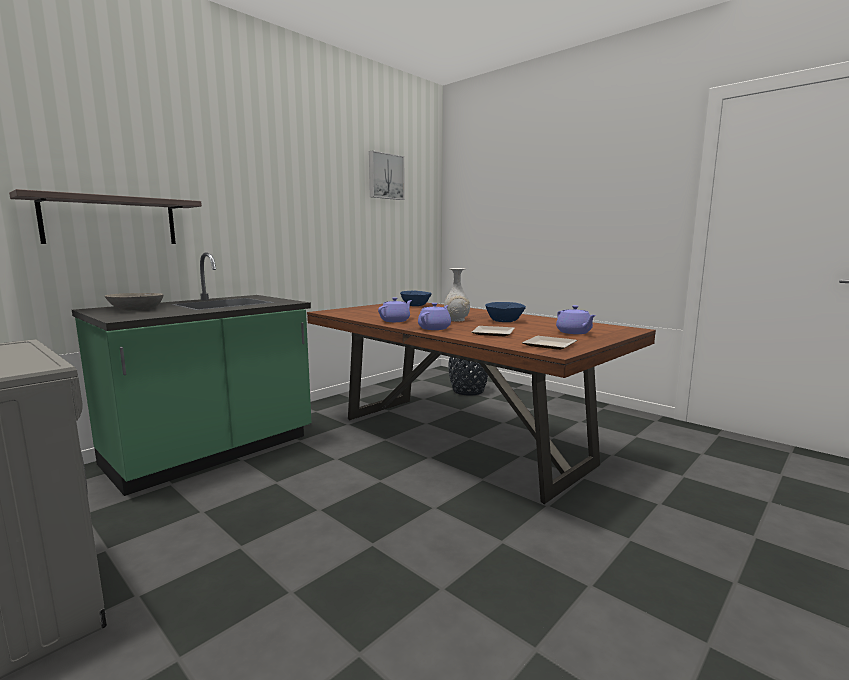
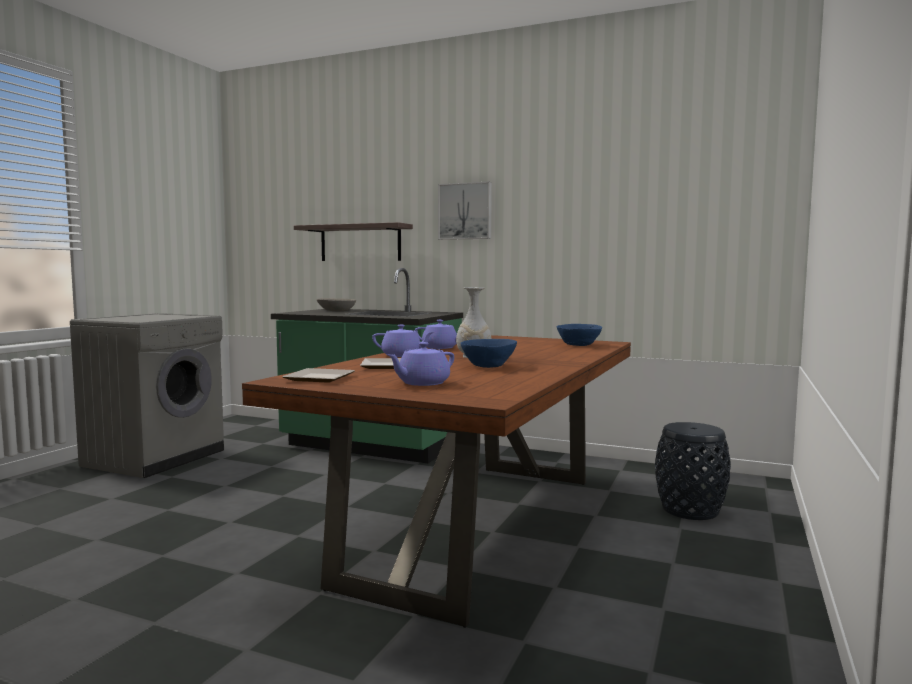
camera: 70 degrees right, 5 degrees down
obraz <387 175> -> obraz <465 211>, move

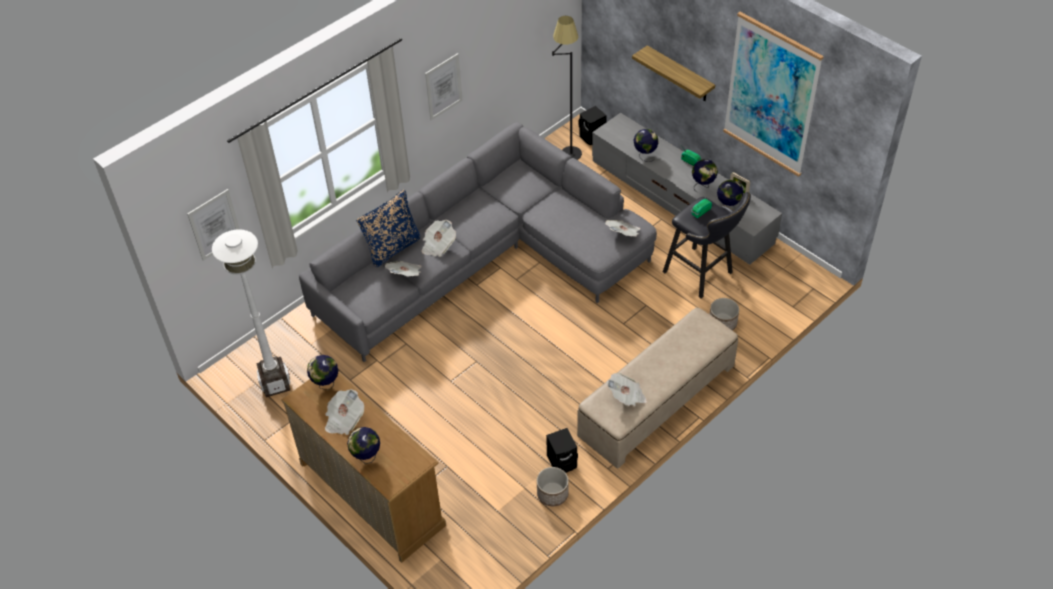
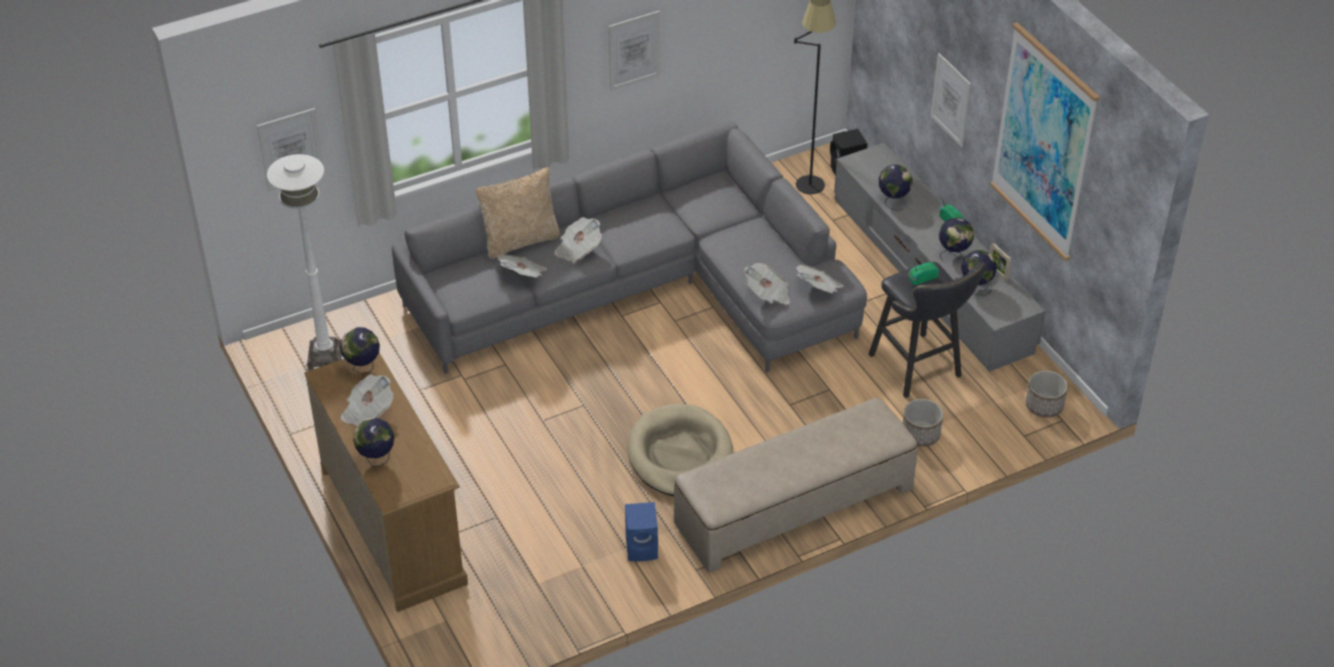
camera: 15 degrees right, 5 degrees down
poduszka (niebieski) <388 228> -> poduszka (beżowy) <517 213>
donica <553 486> -> donica <1046 394>, move
głośnik (czarny) <562 450> -> głośnik (niebieski) <641 531>
gazeta <626 389> -> gazeta <767 284>, move
półka <673 73> -> obraz <951 100>
none -> legowisko (beżowy) <680 449>

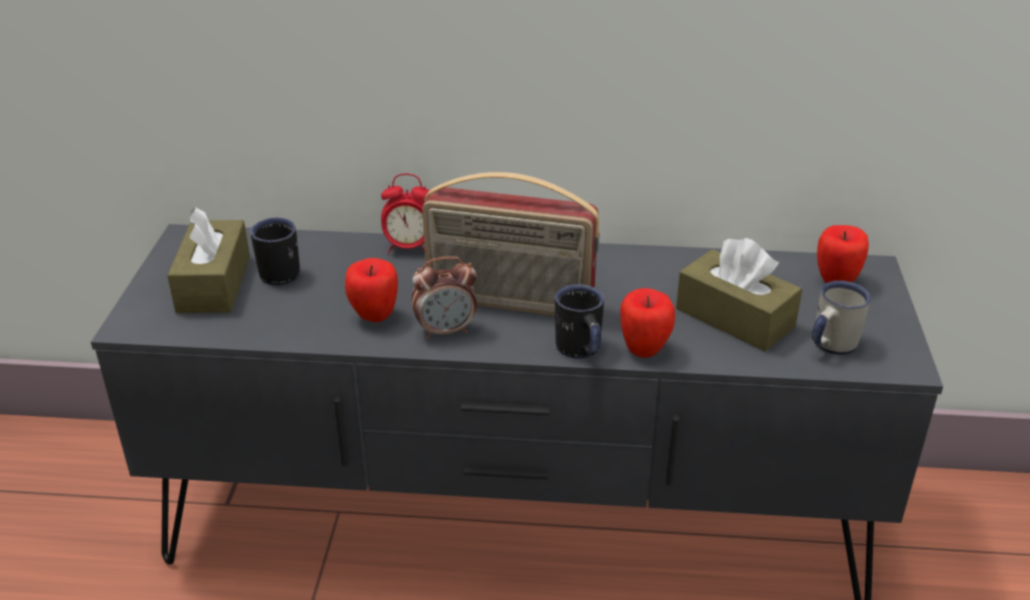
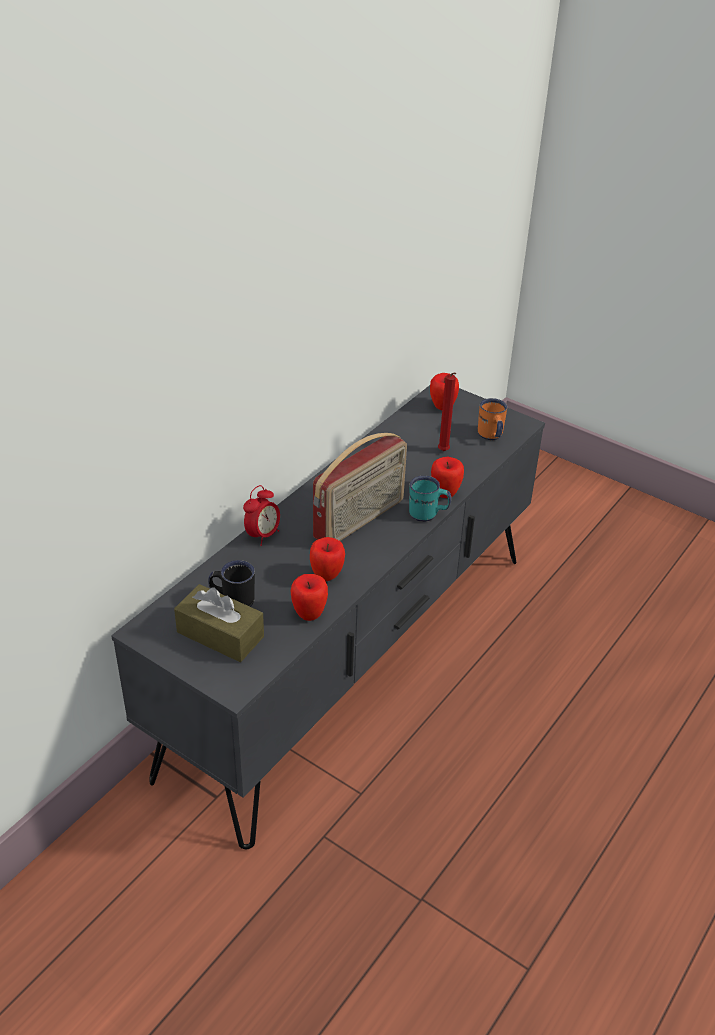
camera: 60 degrees left, 5 degrees up
budzik <444 297> -> none
kubek (czarny) <579 321> -> kubek (turkusowy) <430 499>
pudełko chusteczek (brązowy) <739 295> -> świeca (czerwony) <447 412>
kubek (biały) <841 318> -> kubek (pomarańczowy) <492 419>
none -> jabłko <309 597>

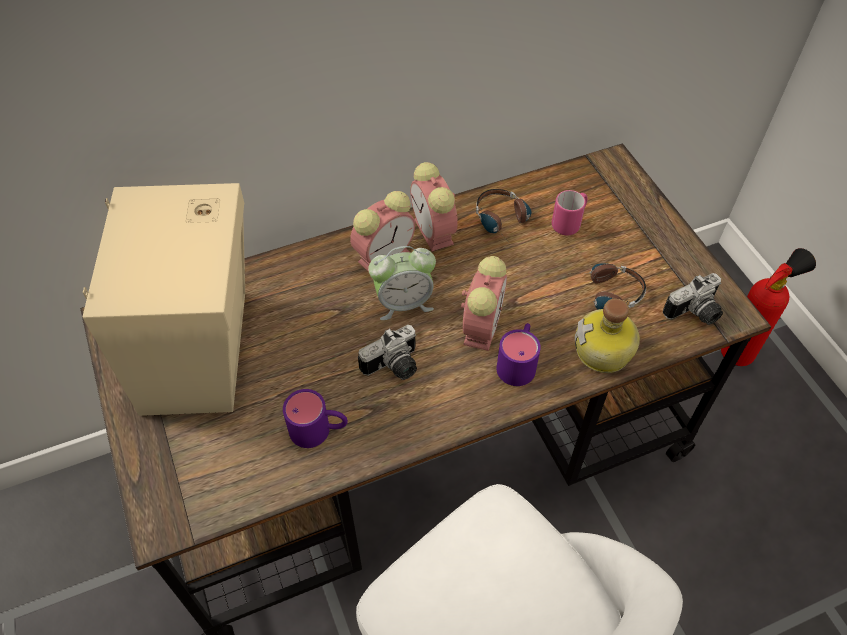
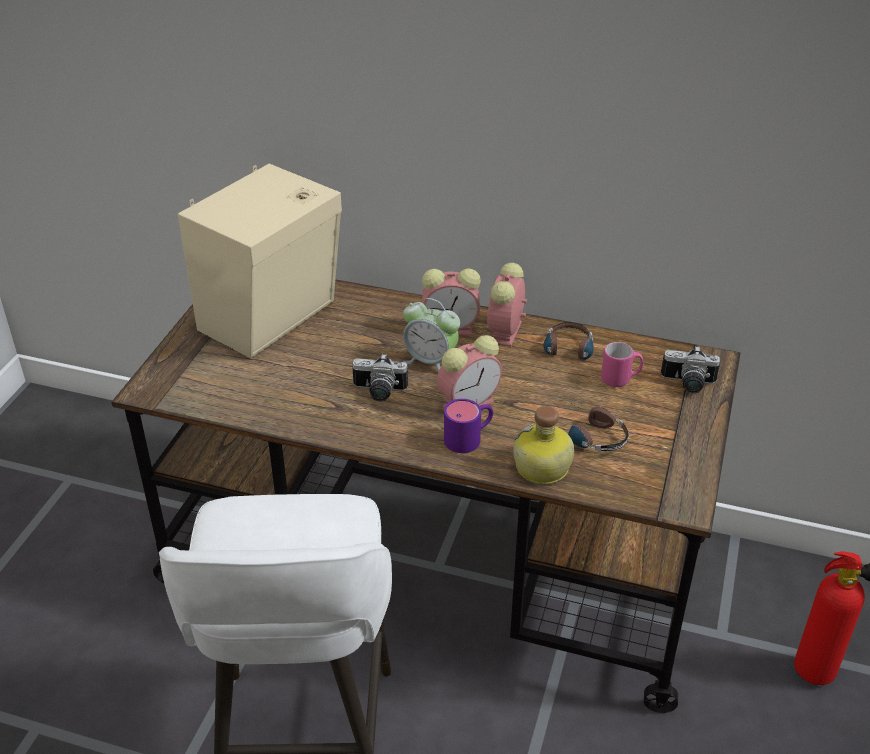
camera: 40 degrees right, 15 degrees down
kubek (fioletowy) <315 418> -> none
aparat fotograficzny <693 299> -> aparat fotograficzny <690 369>, move

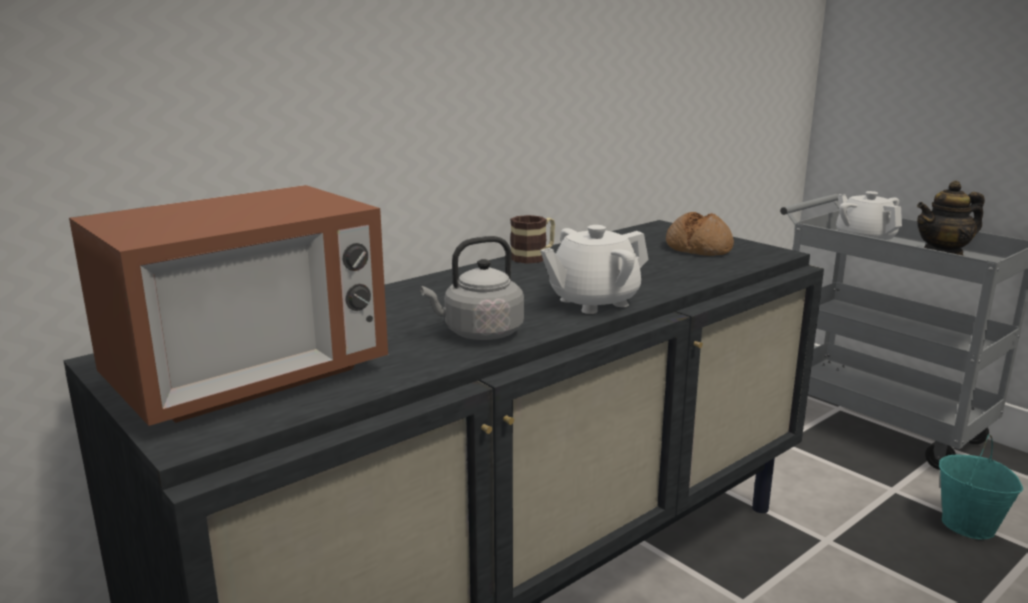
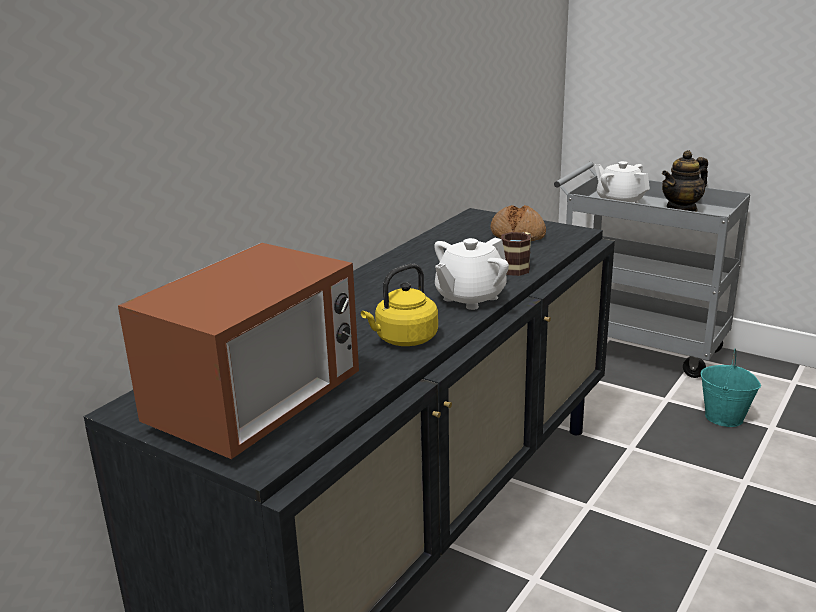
camera: 15 degrees left, 5 degrees up
czajnik (szary) <472 288> -> czajnik (żółty) <399 305>
kubek <532 239> -> kubek <515 254>, move

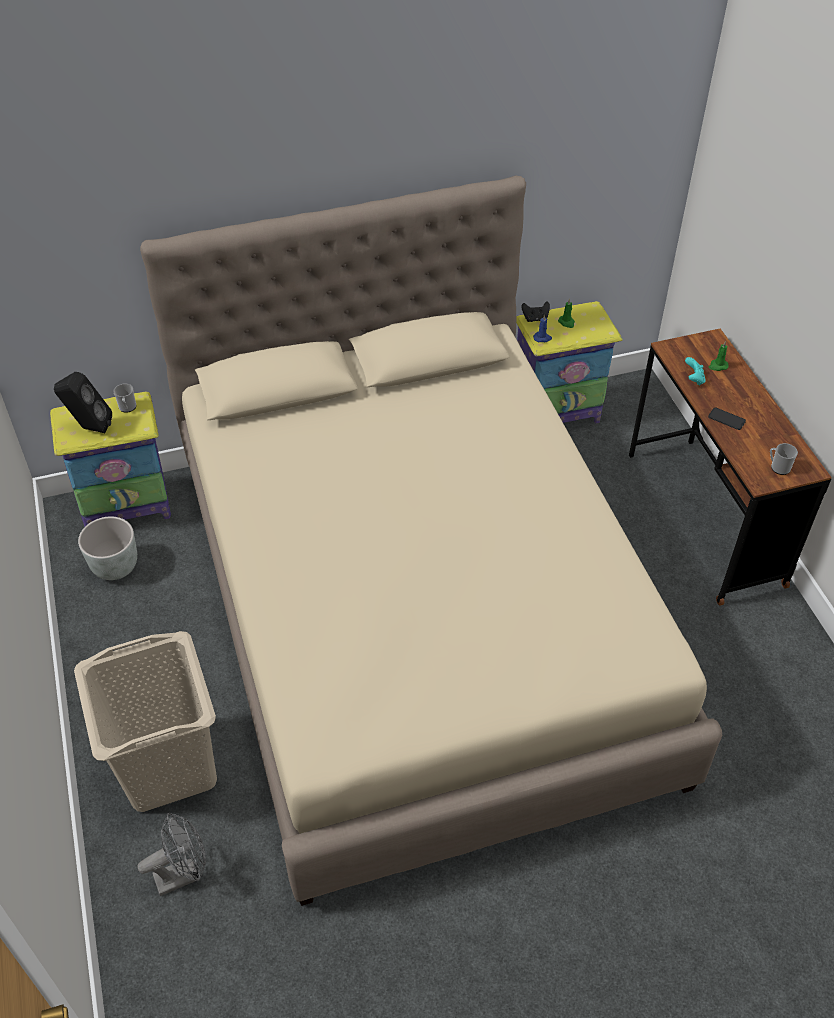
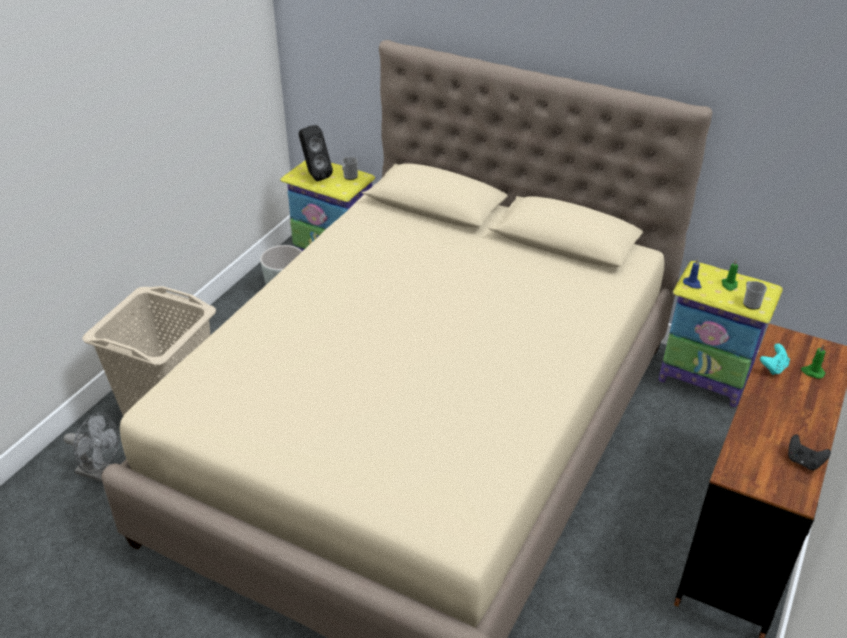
camera: 45 degrees right, 10 degrees down
pad do gier (czarny) <535 311> -> pad do gier (czarny) <809 453>, move
telefon <727 418> -> none
kubek <784 459> -> kubek <755 295>, move

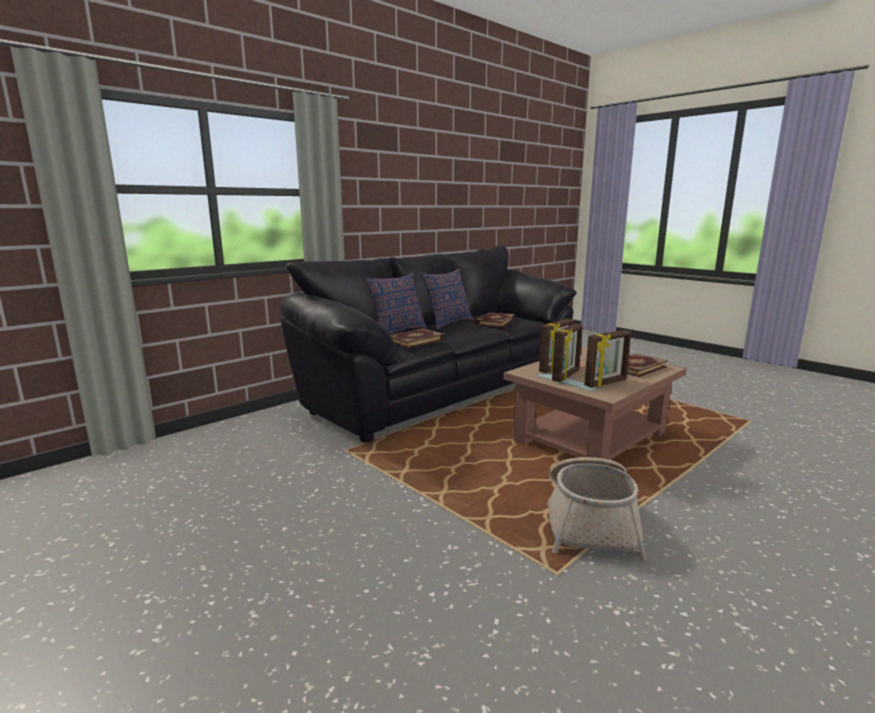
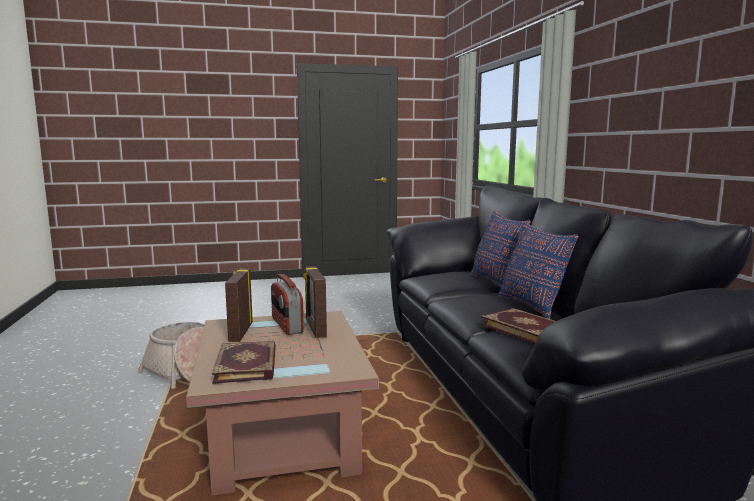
camera: 120 degrees right, 5 degrees down
książka <417 338> -> none
ramka na zdjęcie <567 353> -> radio <287 304>

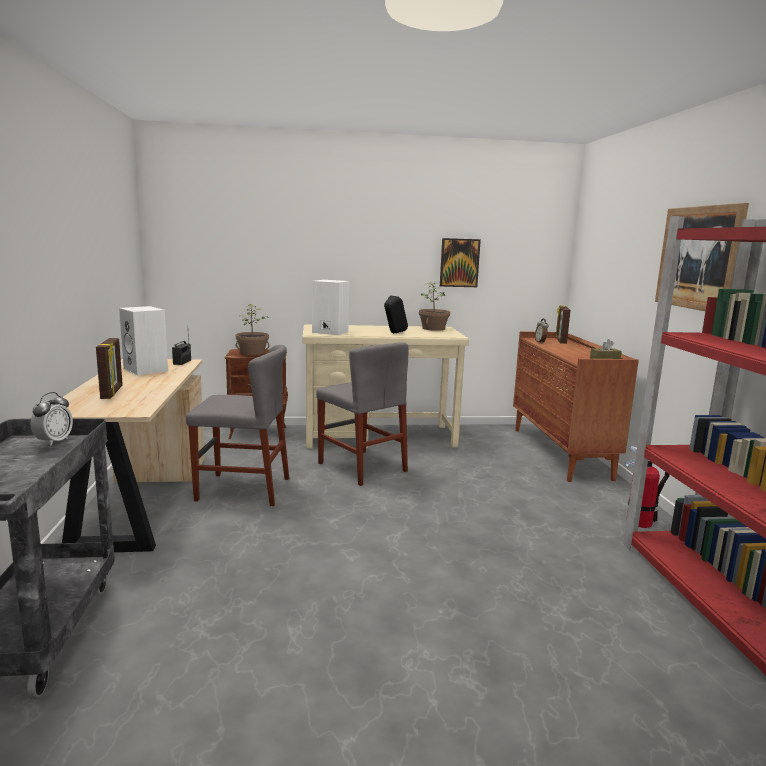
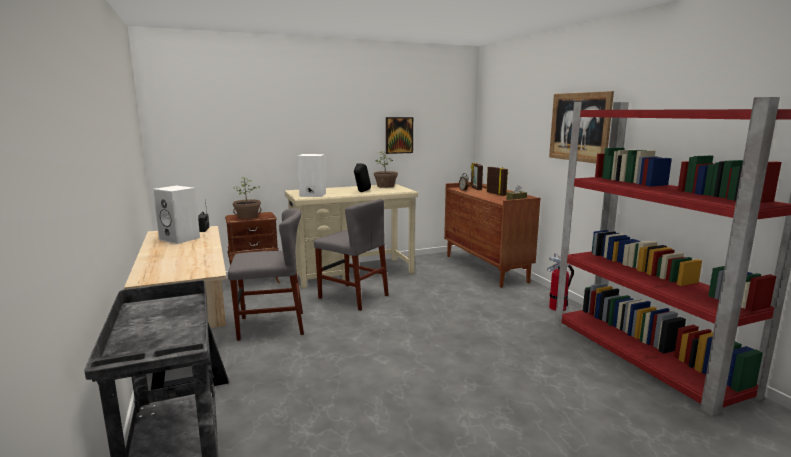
camera: 15 degrees left, 0 degrees up
budzik <51 419> -> none
ramka na zdjęcie <109 368> -> ramka na zdjęcie <497 181>, move

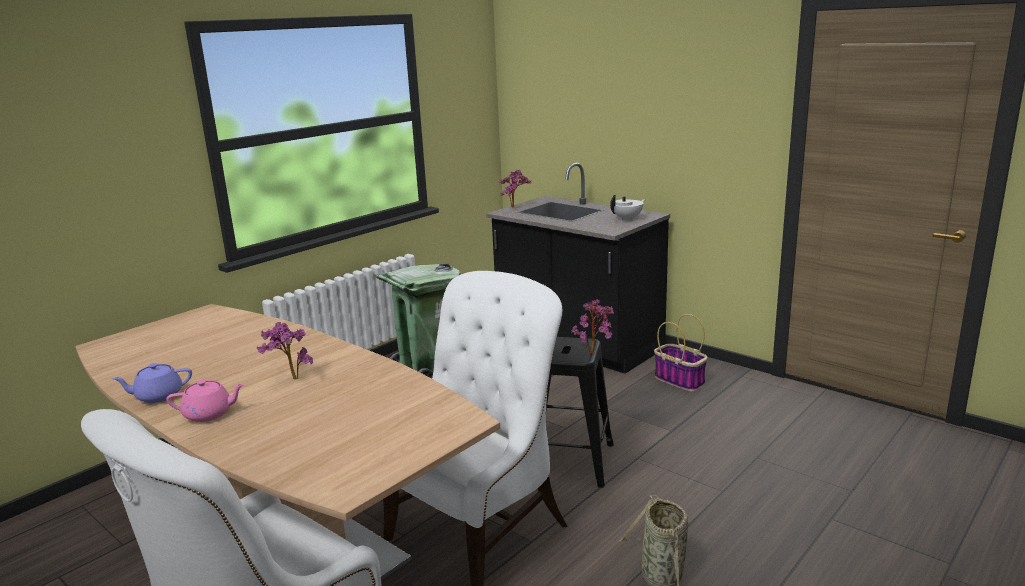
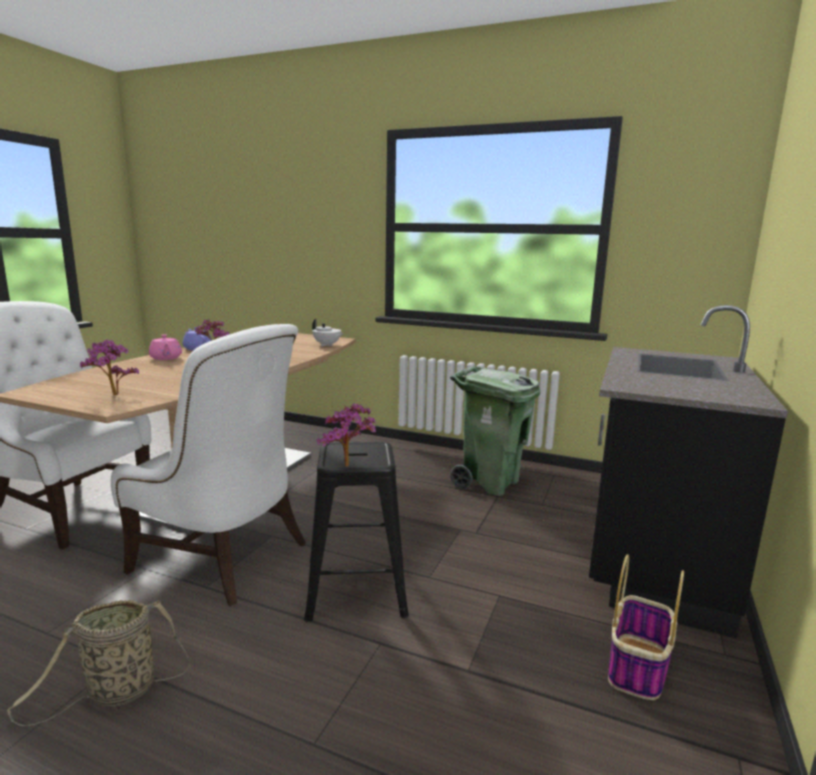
camera: 70 degrees right, 5 degrees down
roślina doniczkowa <515 189> -> roślina doniczkowa <109 367>, move
imbryk (biały) <628 208> -> imbryk (biały) <327 332>, move

